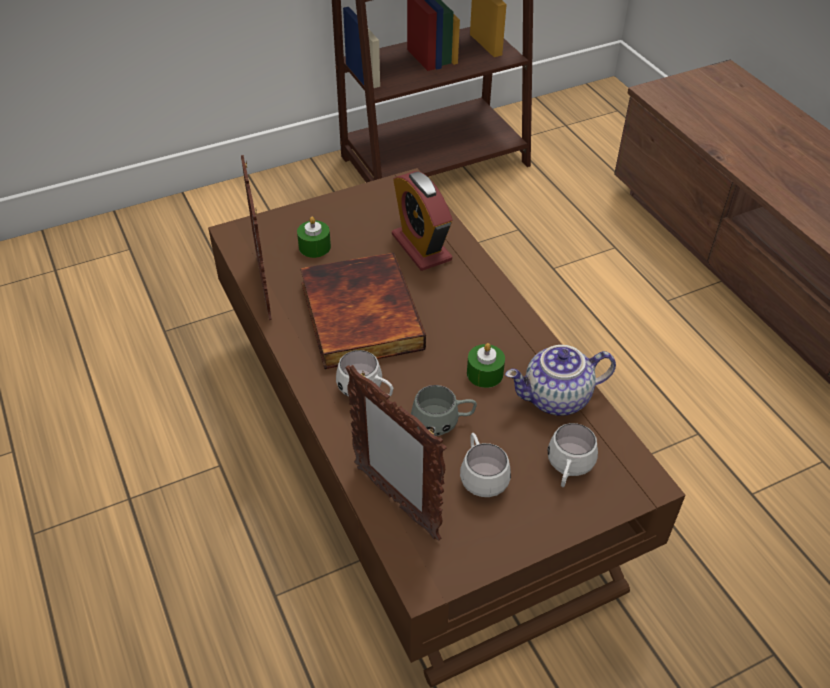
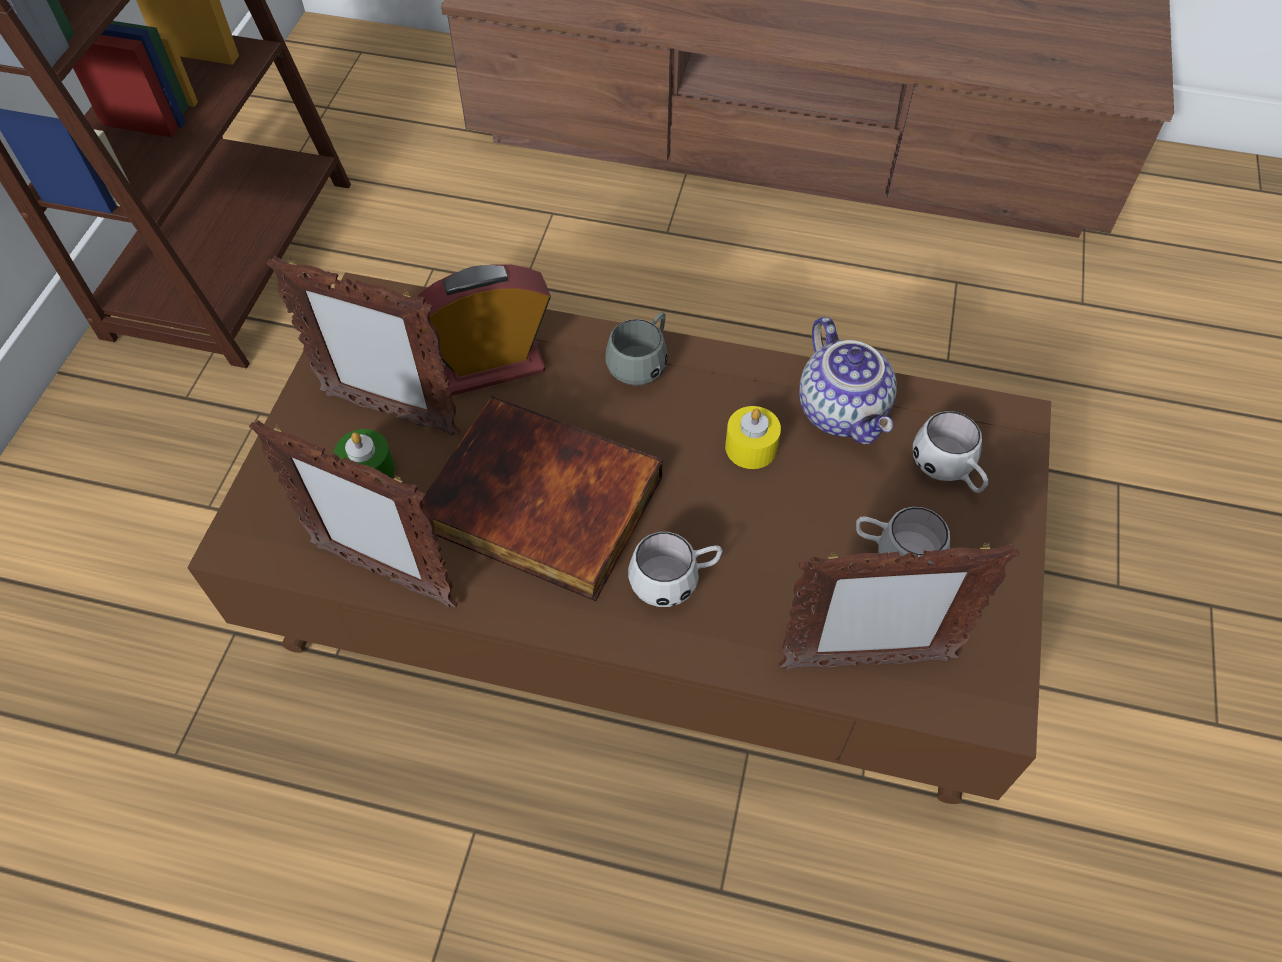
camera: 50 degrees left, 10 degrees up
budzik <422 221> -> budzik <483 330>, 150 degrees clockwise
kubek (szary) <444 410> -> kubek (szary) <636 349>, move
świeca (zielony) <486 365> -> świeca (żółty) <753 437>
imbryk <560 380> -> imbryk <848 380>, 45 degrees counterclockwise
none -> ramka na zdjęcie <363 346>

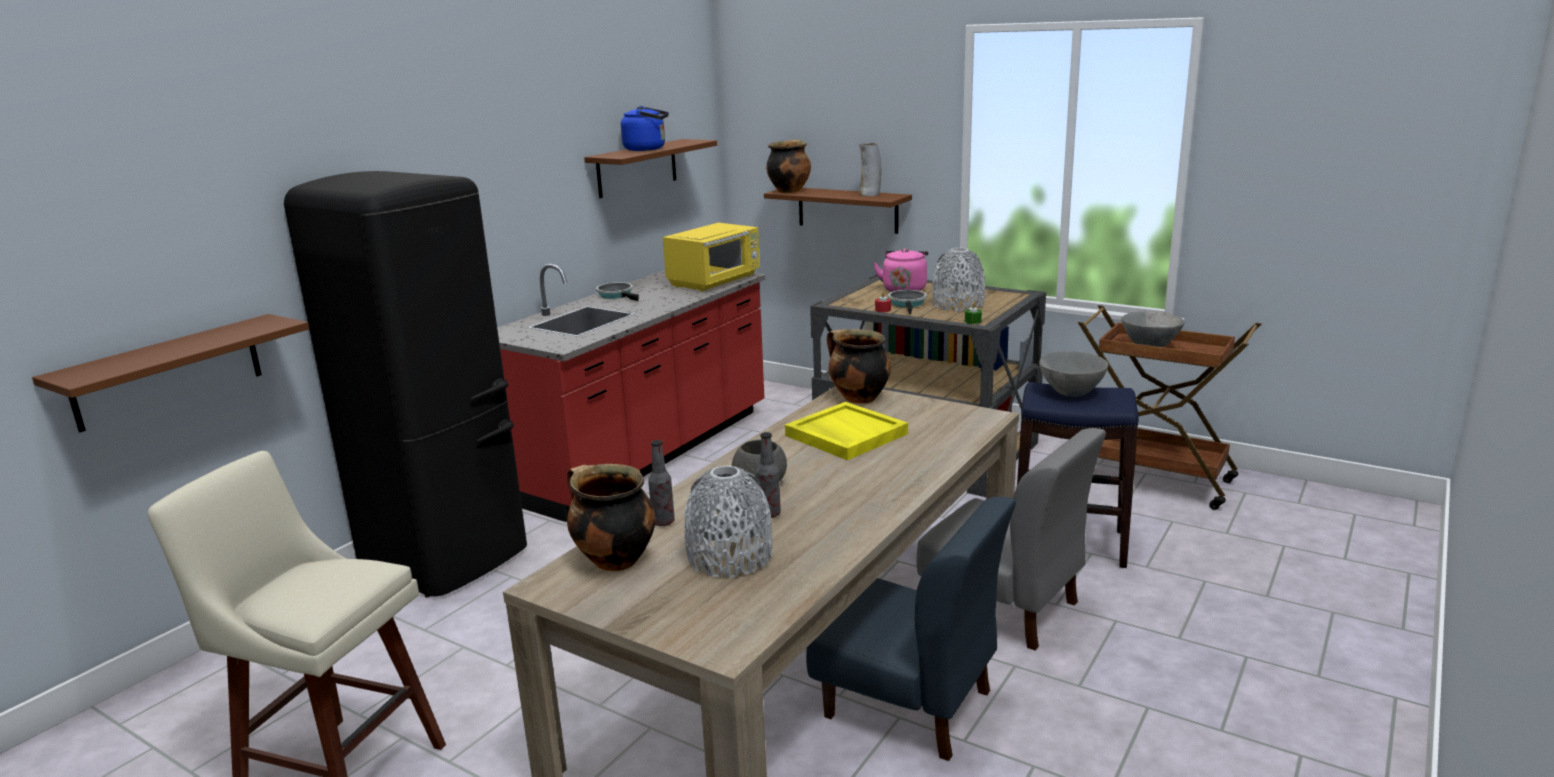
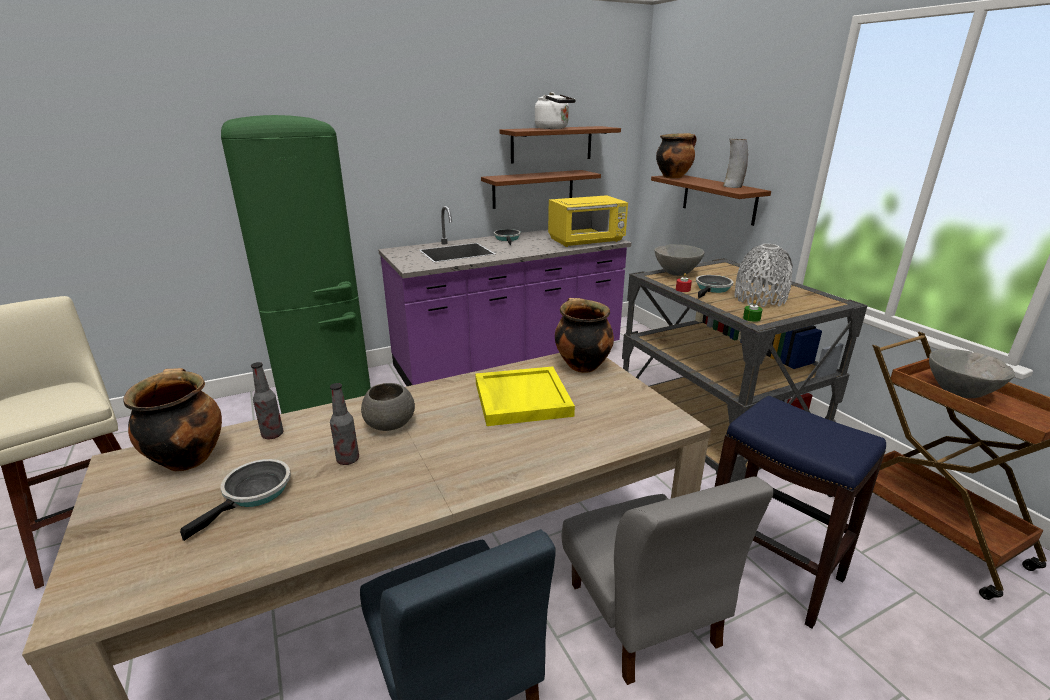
camera: 30 degrees right, 5 degrees up
półka (brązowy) <170 373> -> półka (brązowy) <541 189>, move
lodówka (czarny) <405 384> -> lodówka (zielony) <296 264>
zabudowa kuchenna (czerwony) <631 393> -> zabudowa kuchenna (fioletowy) <504 296>
czajnik (niebieski) <645 128> -> czajnik (biały) <555 110>
wazon (szary) <728 522> -> patelnia <235 500>
czajnik (różowy) <900 270> -> none
miska (szary) <1073 374> -> miska (szary) <679 260>, move

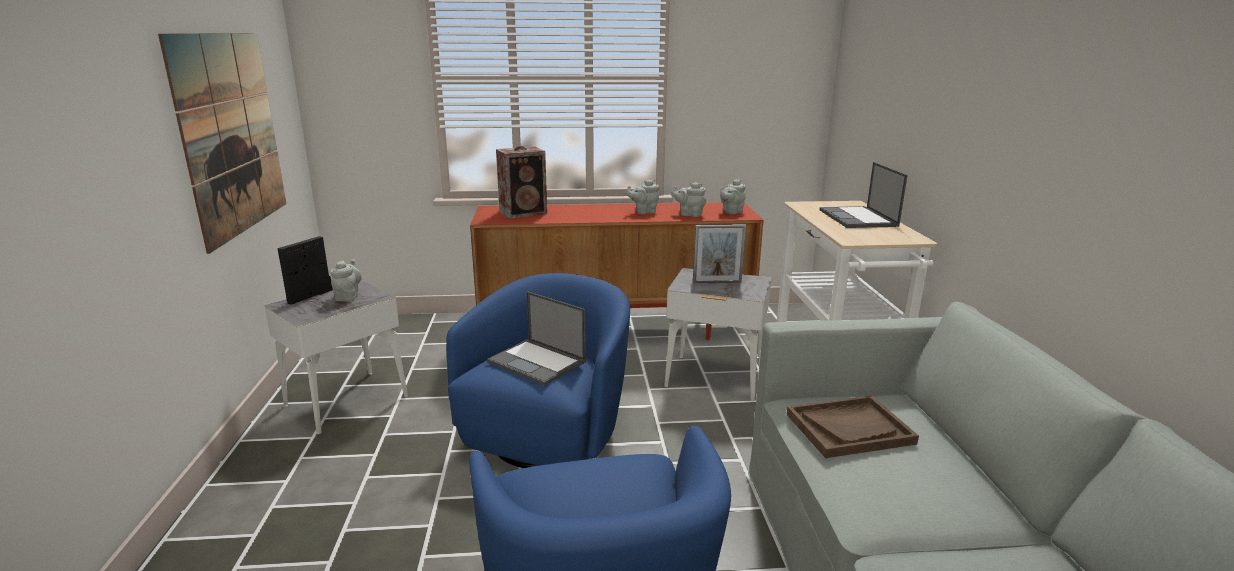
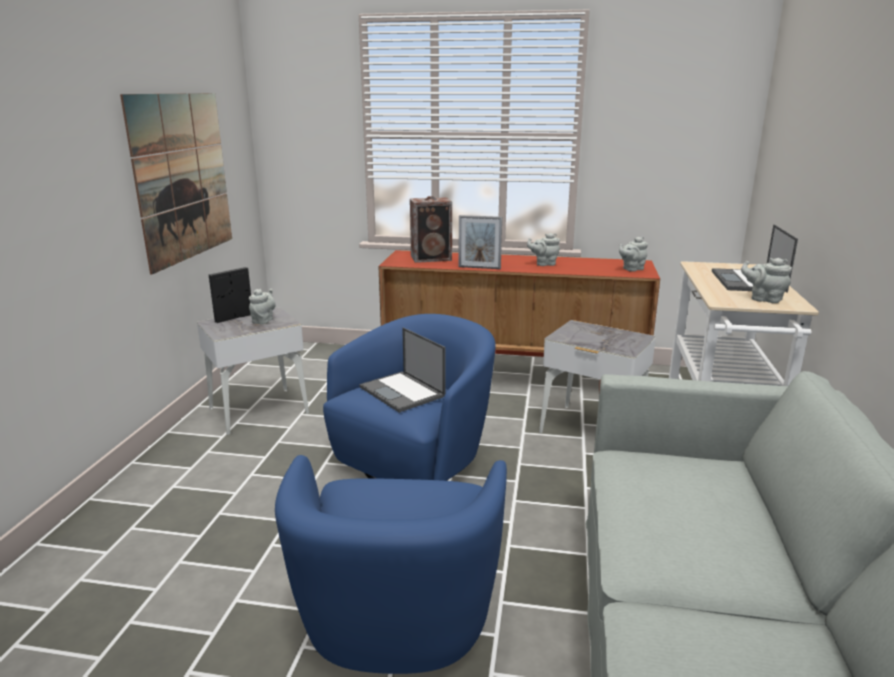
camera: 15 degrees right, 0 degrees up
imbryk (szary) <688 199> -> imbryk (szary) <766 280>, move
ramka na zdjęcie <719 254> -> ramka na zdjęcie <480 242>, move
taca (brązowy) <853 427> -> none

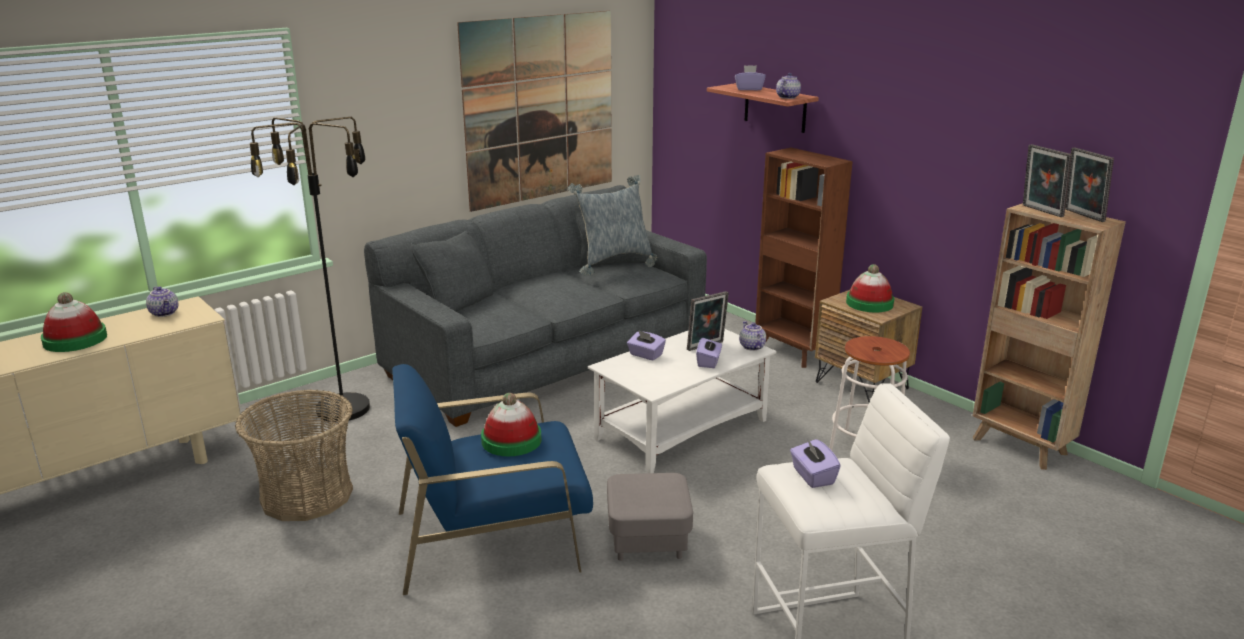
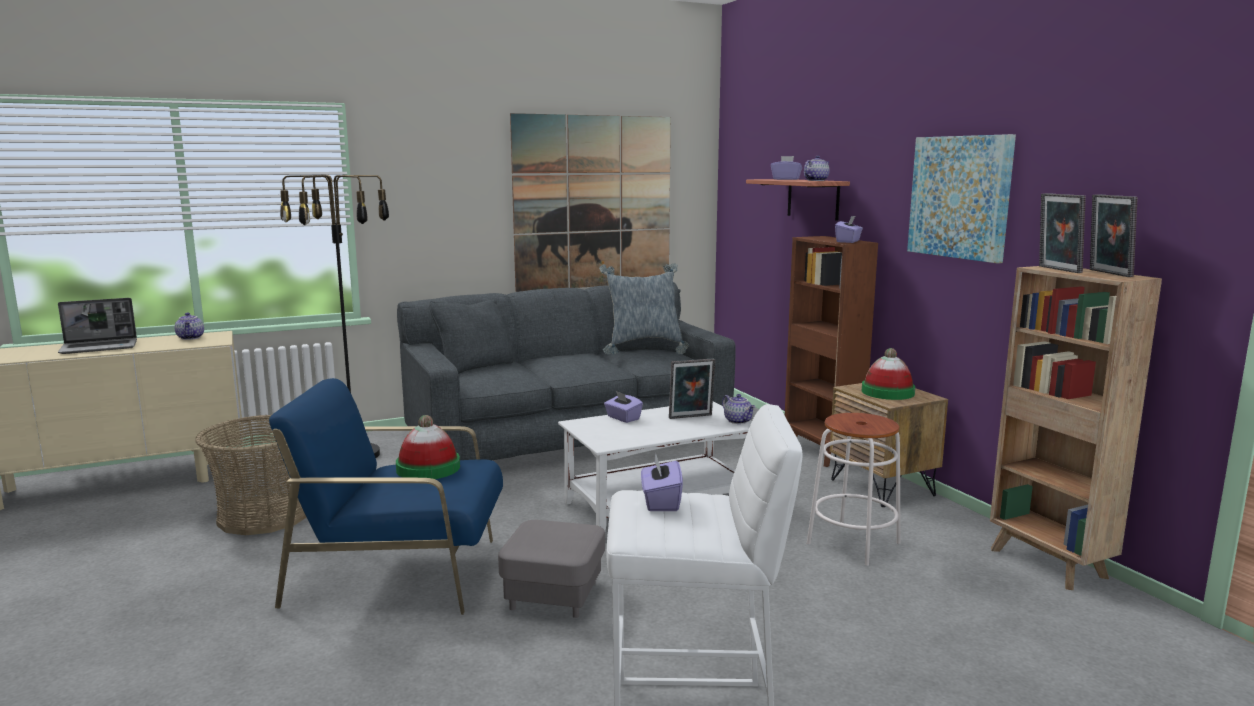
camera: 15 degrees right, 10 degrees down
kapelusz <74 322> -> laptop <97 326>
pudełko chusteczek (fioletowy) <709 352> -> pudełko chusteczek (fioletowy) <849 229>, move
imbryk <752 336> -> imbryk <738 409>, 150 degrees clockwise
none -> obraz <961 198>

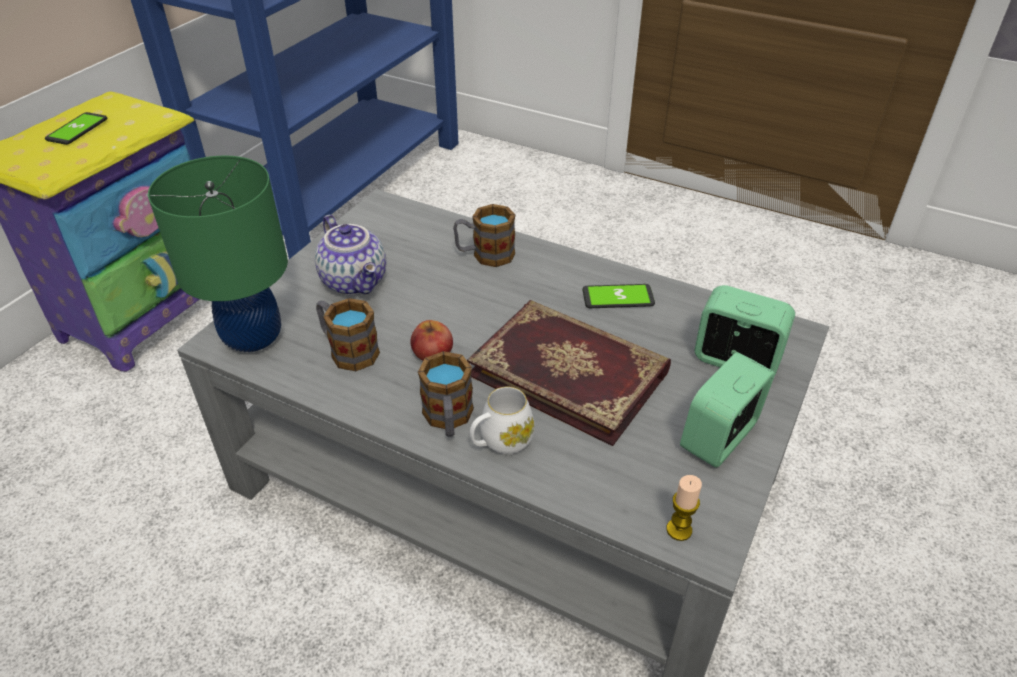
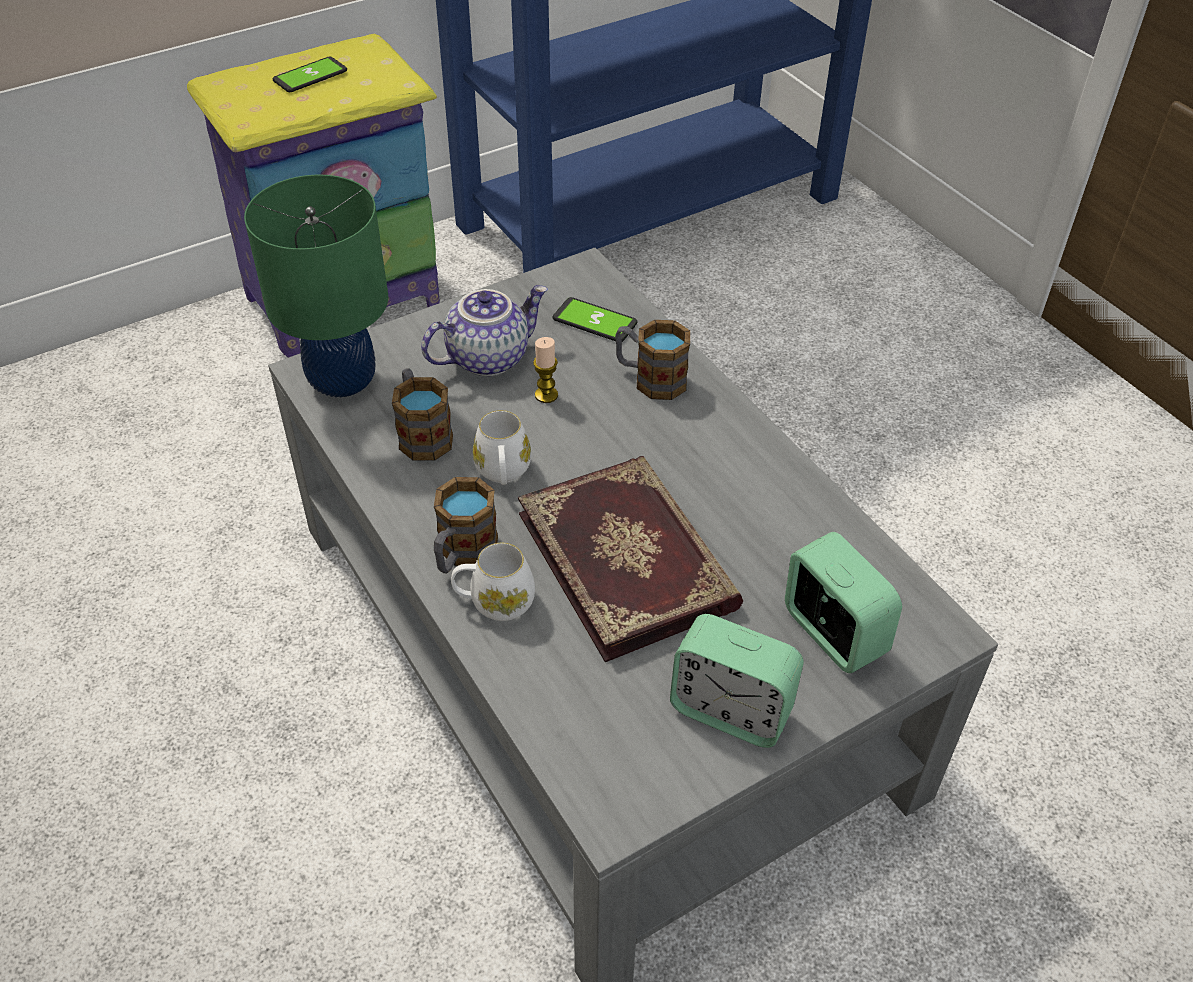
camera: 30 degrees right, 5 degrees up
imbryk <350 255> -> imbryk <484 330>, 120 degrees counterclockwise
jabłko <431 340> -> kubek (biały) <502 447>
telefon <618 296> -> telefon <595 319>, move
świeca <684 508> -> świeca <545 370>, move
budzik <727 410> -> budzik <737 681>, 135 degrees counterclockwise

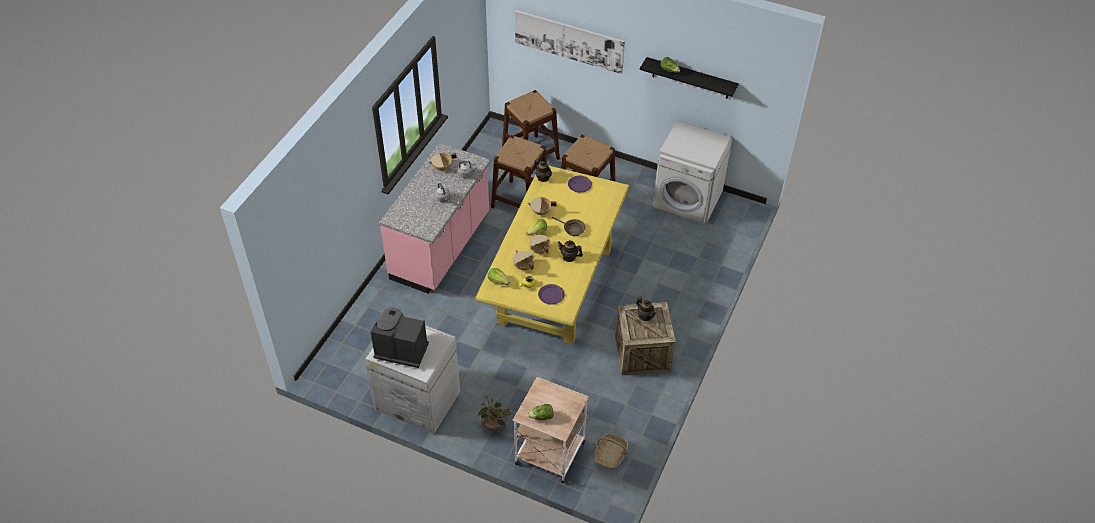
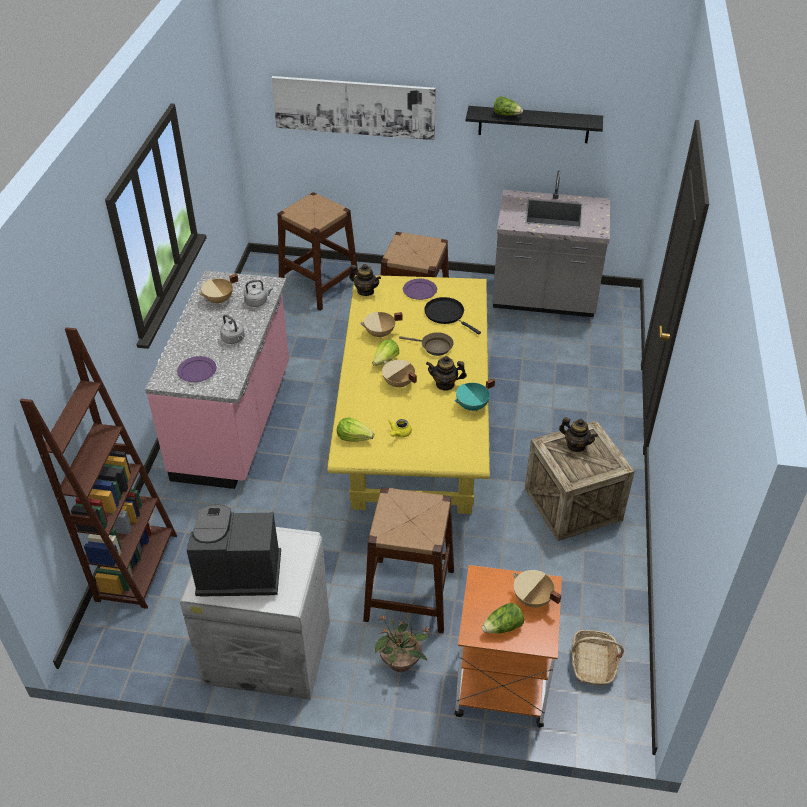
camera: 15 degrees left, 5 degrees down
stołek (brązowy) <519 172> -> stołek (brązowy) <408 560>, move
wózek (beżowy) <550 430> -> wózek (pomarańczowy) <508 646>
garnek (beżowy) <524 260> -> garnek (beżowy) <537 589>, move
talerz (fioletowy) <551 294> -> talerz (fioletowy) <197 369>, move
pralka (biały) <692 172> -> zabudowa kuchenna (szary) <551 243>
none -> regał (brązowy) <98 468>
none -> patelnia (czarny) <452 316>
none -> garnek (turkusowy) <475 395>

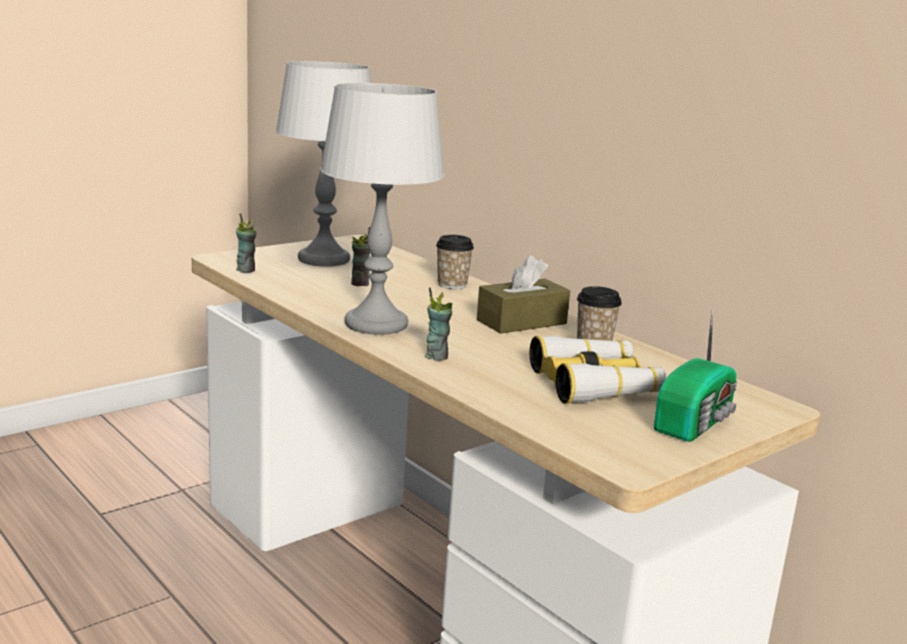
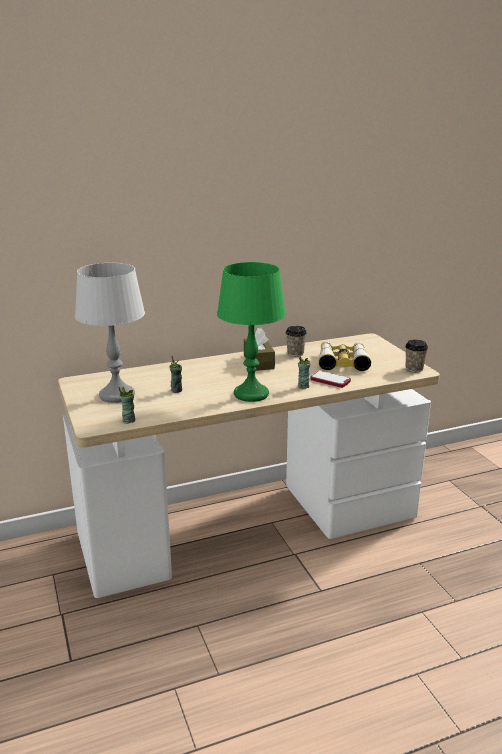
camera: 70 degrees left, 5 degrees up
lampa stołowa (szary) <382 209> -> lampa stołowa (zielony) <251 332>
filiżanka <455 262> -> filiżanka <416 355>, move
radio <695 374> -> none
none -> telefon <331 379>

